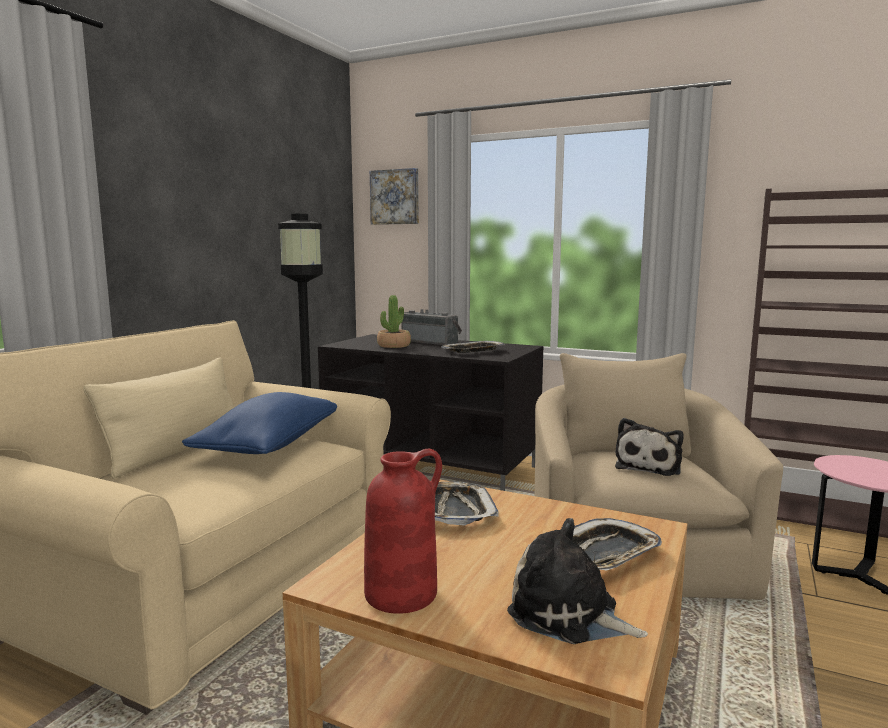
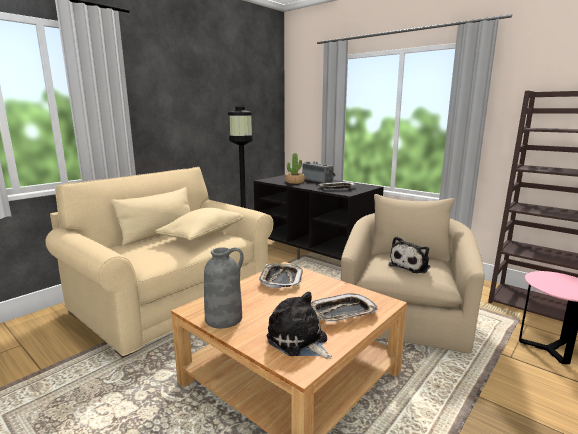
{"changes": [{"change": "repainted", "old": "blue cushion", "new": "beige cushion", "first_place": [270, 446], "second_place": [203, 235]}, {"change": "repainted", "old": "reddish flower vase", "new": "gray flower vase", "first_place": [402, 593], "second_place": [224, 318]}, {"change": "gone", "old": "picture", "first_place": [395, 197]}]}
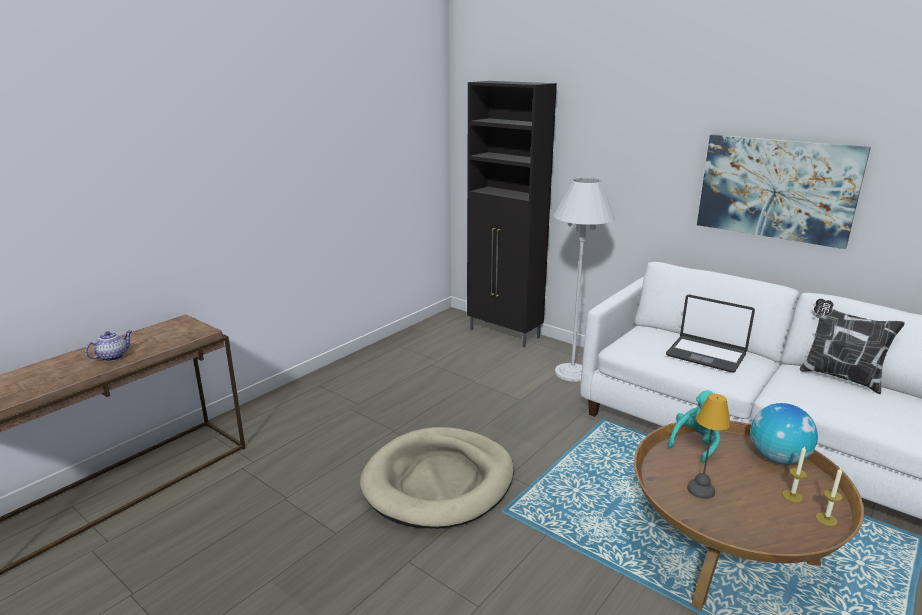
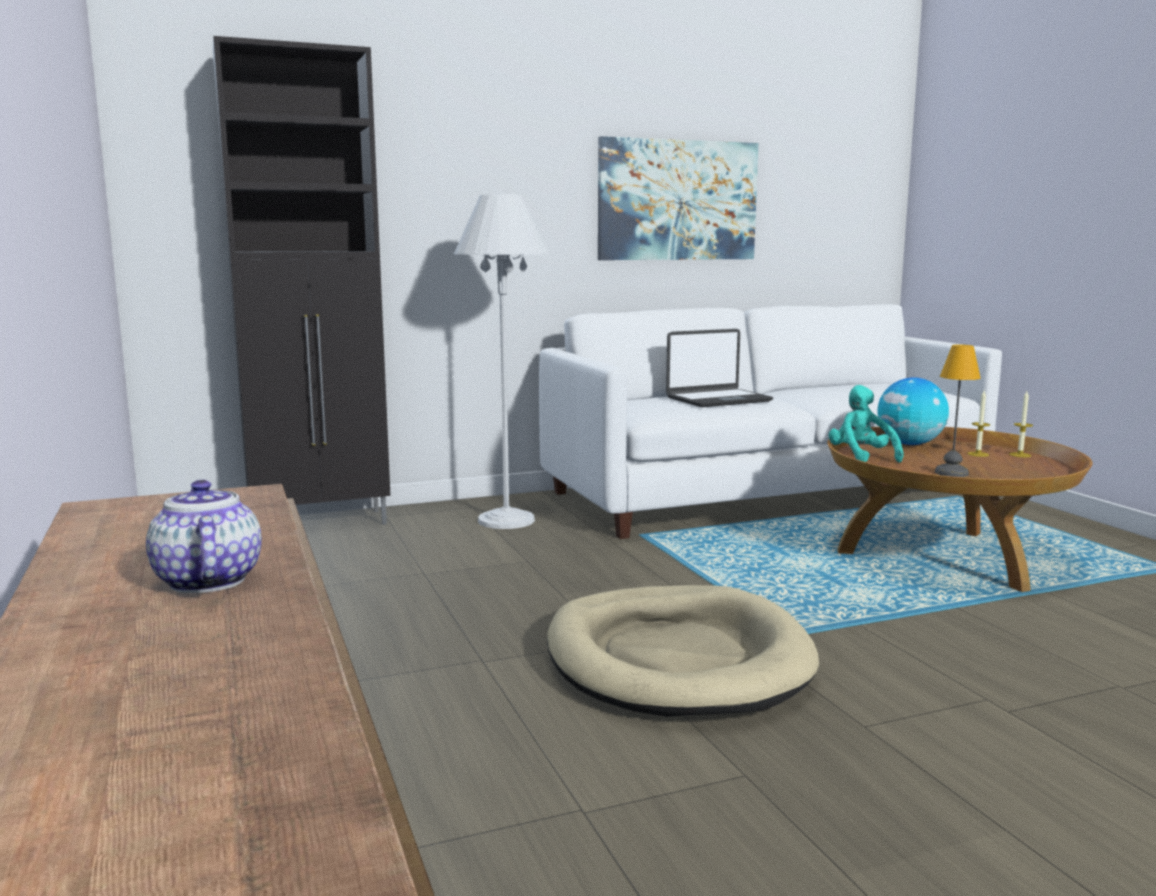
{"changes": [{"change": "gone", "old": "cushion", "first_place": [839, 377]}]}
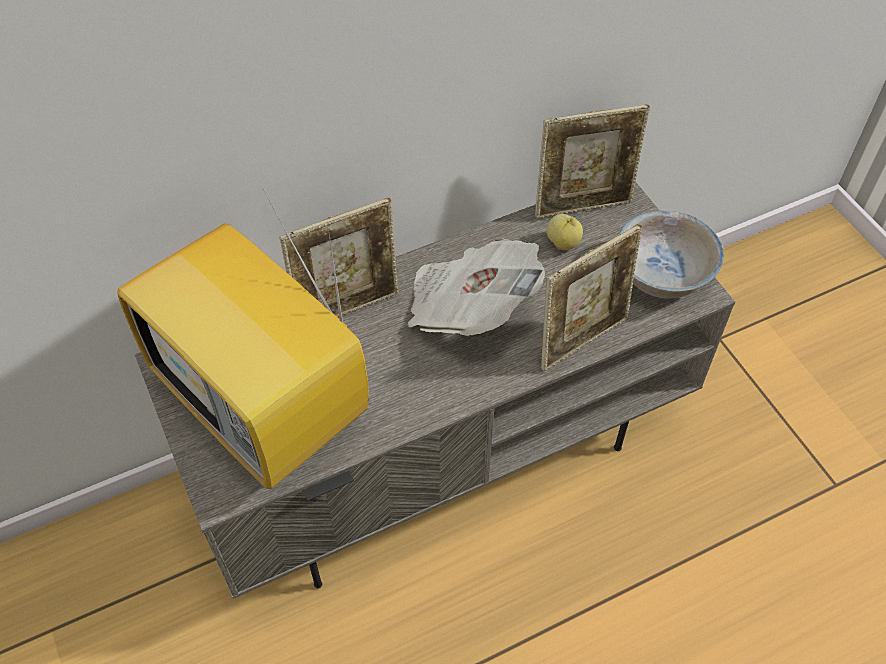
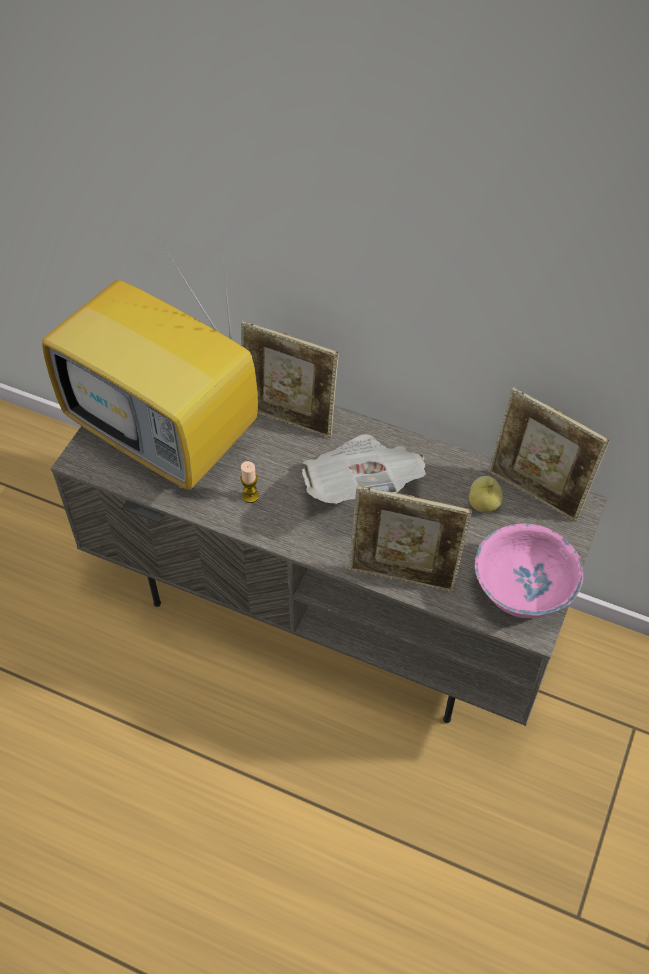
{"changes": [{"change": "rotated", "old": "TV set", "first_place": [268, 407], "second_place": [168, 435], "degrees": -60}, {"change": "repainted", "old": "white-coloured serving bowl", "new": "pink-coloured serving bowl", "first_place": [663, 275], "second_place": [523, 589]}, {"change": "new", "new": "wax candle", "second_place": [250, 496]}]}
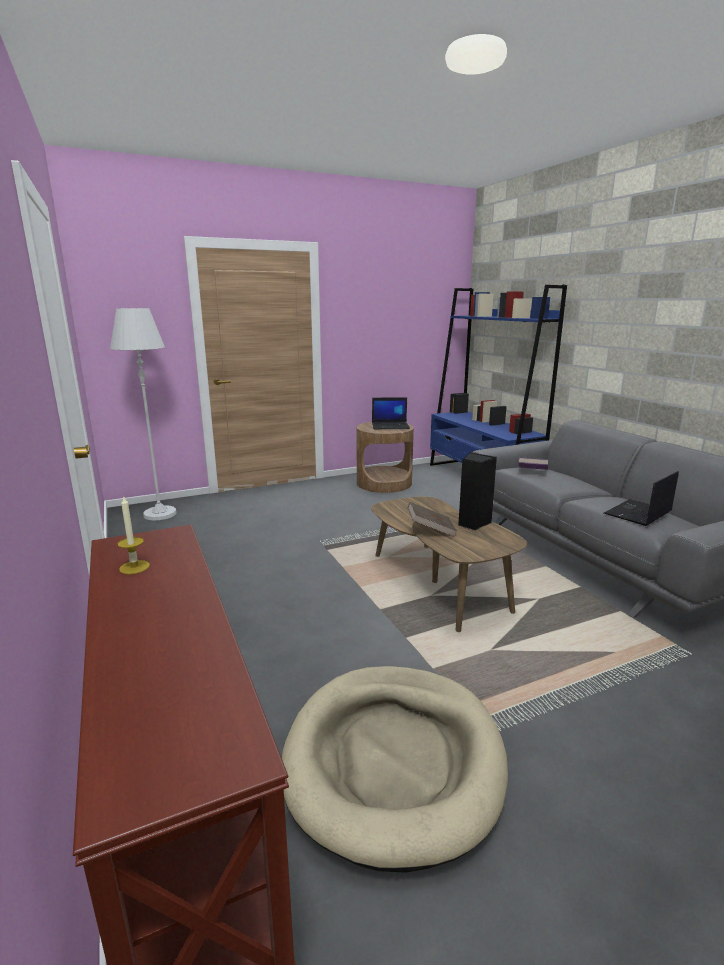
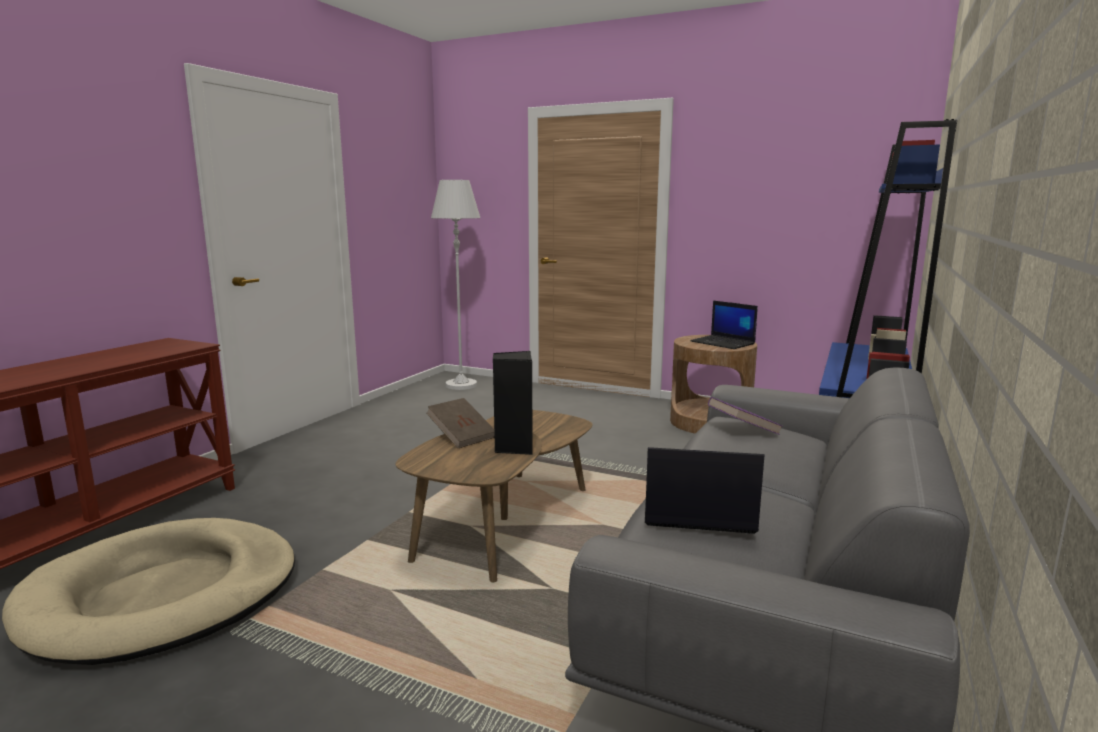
{"changes": [{"change": "gone", "old": "wax candle", "first_place": [134, 567]}]}
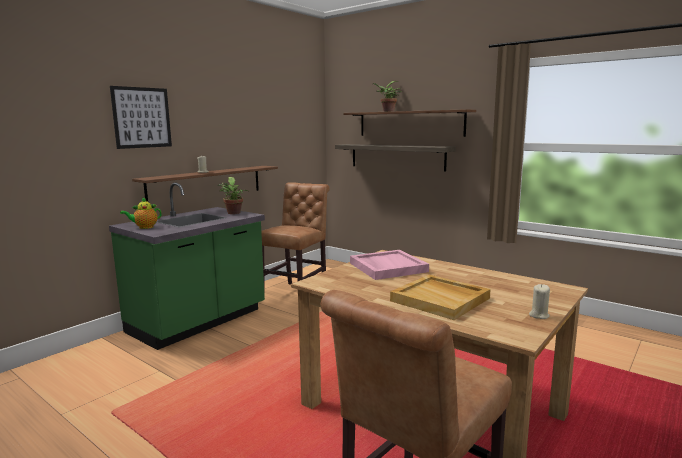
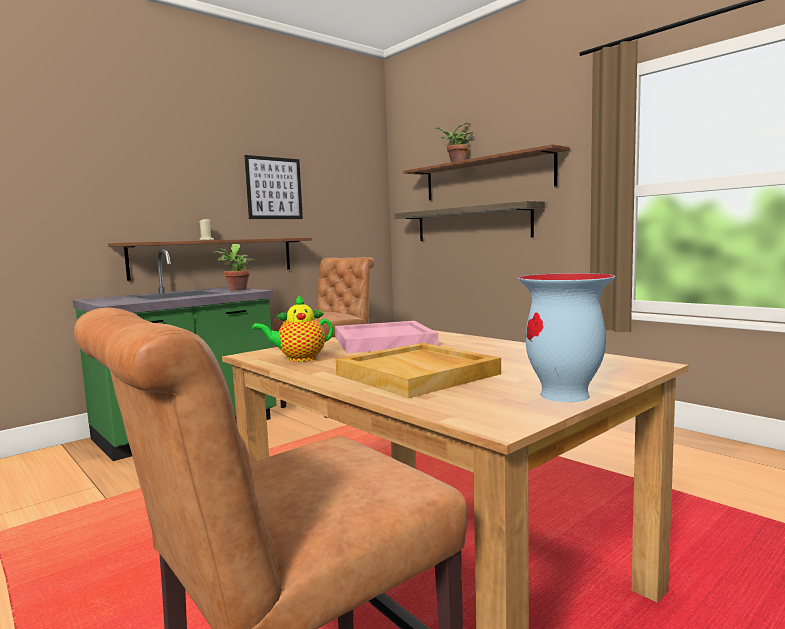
{"changes": [{"change": "shifted", "old": "picture", "first_place": [142, 117], "second_place": [274, 188]}, {"change": "shifted", "old": "tea pot", "first_place": [144, 227], "second_place": [298, 359]}, {"change": "swapped", "old": "beige wax candle", "new": "flower vase", "first_place": [538, 315], "second_place": [566, 395]}]}
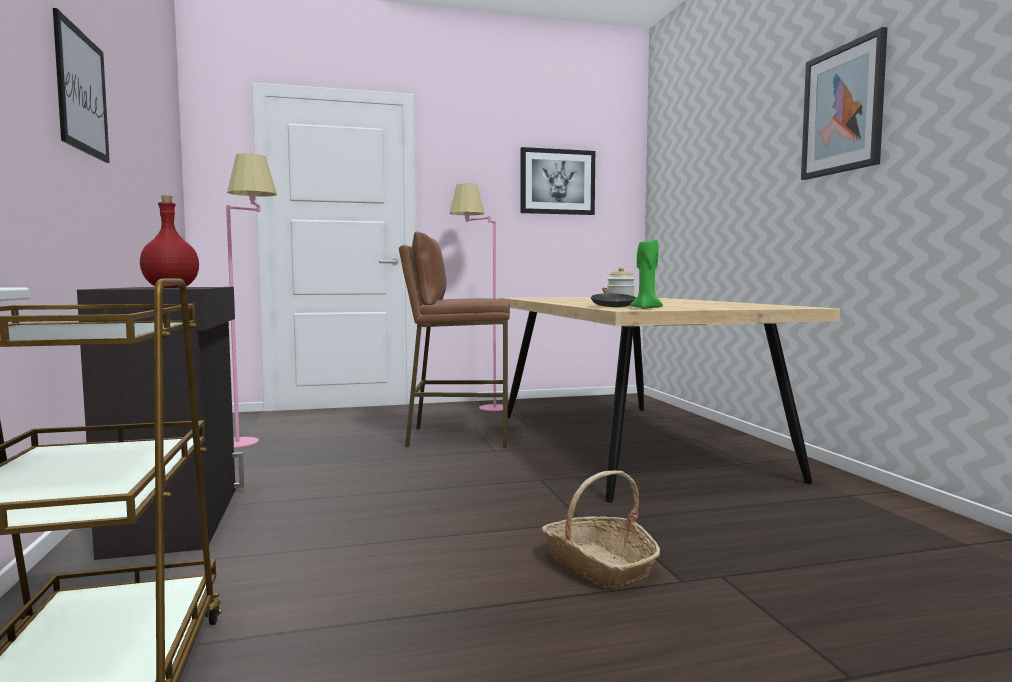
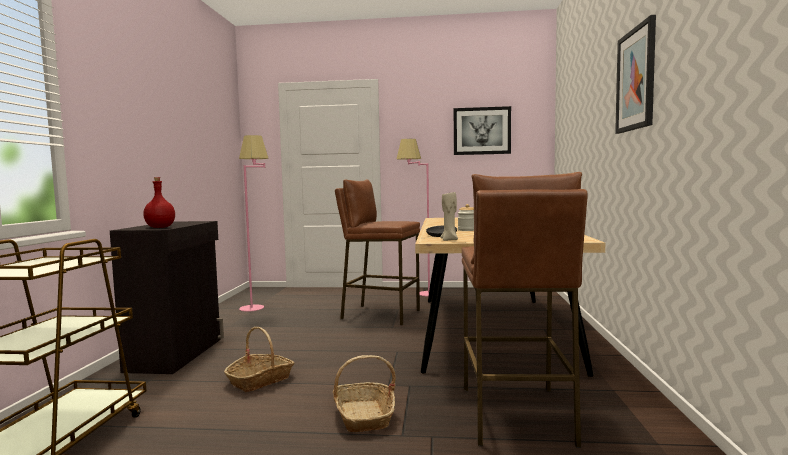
{"changes": [{"change": "gone", "old": "picture", "first_place": [81, 92]}, {"change": "repainted", "old": "greenish wax candle", "new": "beige wax candle", "first_place": [646, 308], "second_place": [449, 240]}, {"change": "new", "new": "storage basket", "second_place": [260, 380]}, {"change": "new", "new": "brown-coloured sitting stool", "second_place": [515, 415]}]}
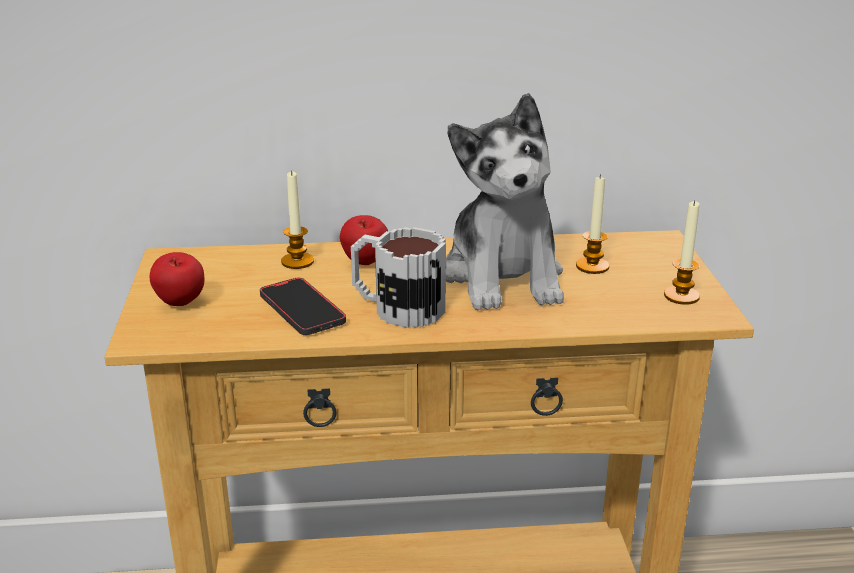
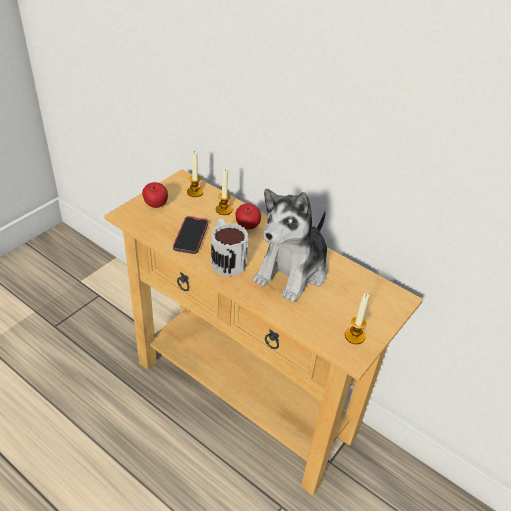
{"changes": [{"change": "shifted", "old": "wax candle", "first_place": [592, 266], "second_place": [195, 192]}]}
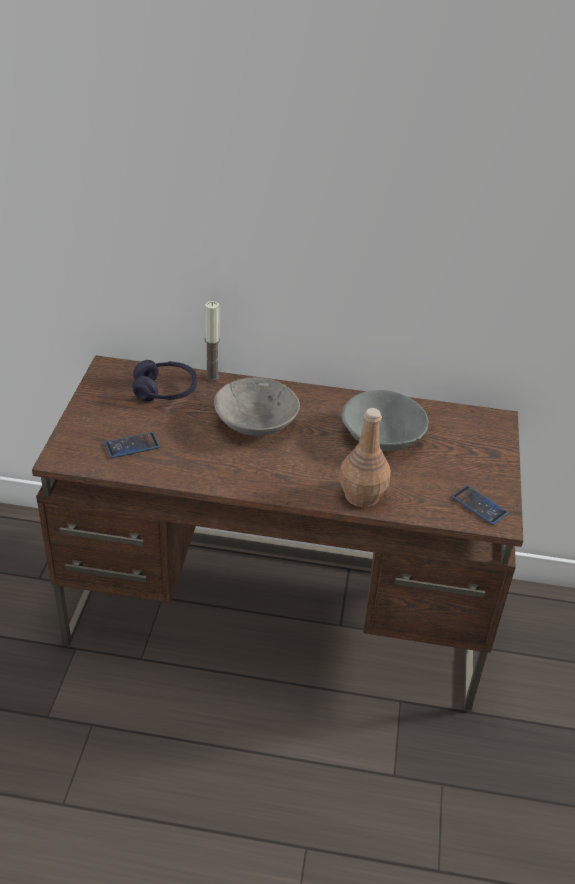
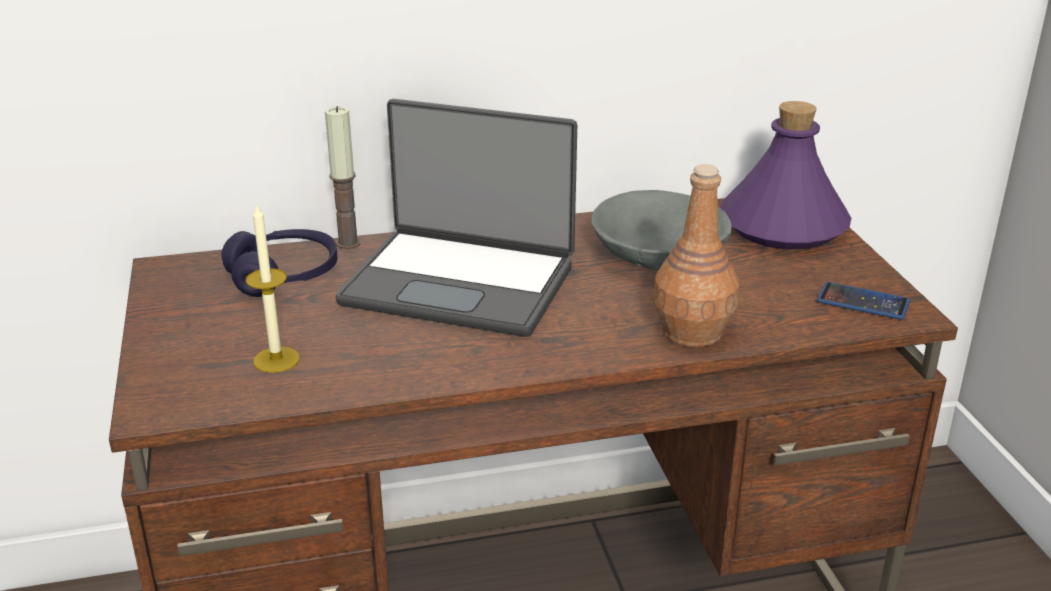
{"changes": [{"change": "swapped", "old": "telephone", "new": "wax candle", "first_place": [132, 446], "second_place": [276, 360]}, {"change": "swapped", "old": "gray serving bowl", "new": "laptop", "first_place": [256, 423], "second_place": [460, 283]}, {"change": "new", "new": "purplish bottle", "second_place": [783, 226]}]}
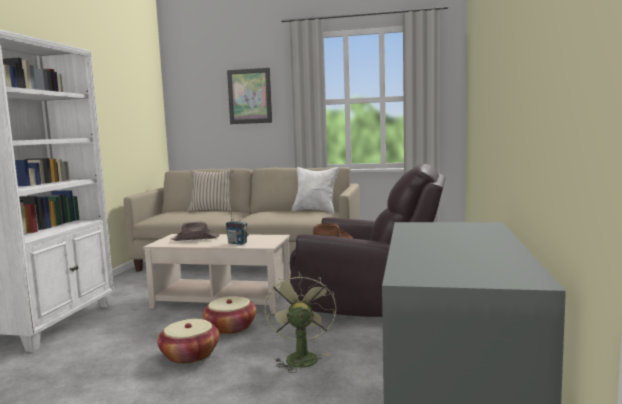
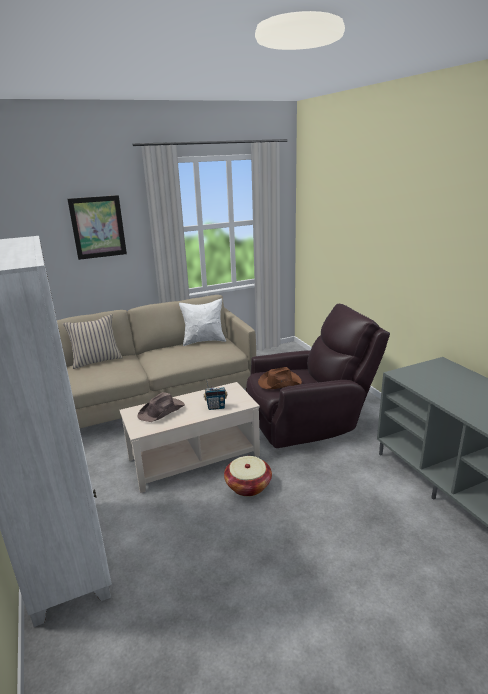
{"changes": [{"change": "gone", "old": "storage basket", "first_place": [190, 355]}, {"change": "gone", "old": "greenish electric fan", "first_place": [300, 357]}]}
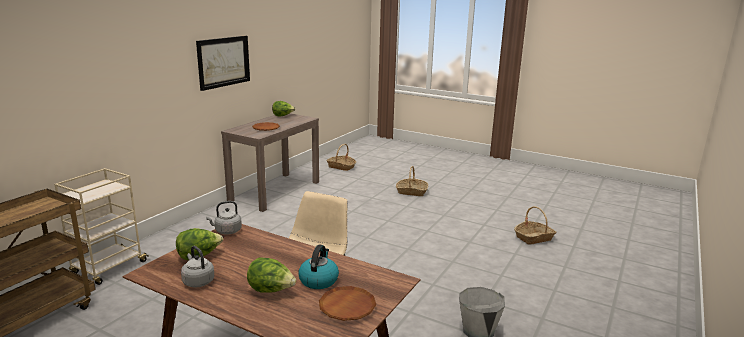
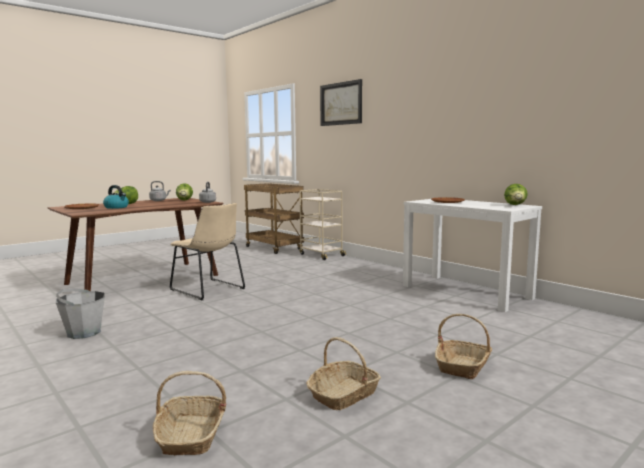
{"changes": [{"change": "shifted", "old": "picture", "first_place": [223, 62], "second_place": [341, 103]}, {"change": "repainted", "old": "brown-coloured console table", "new": "white-coloured console table", "first_place": [275, 191], "second_place": [466, 292]}, {"change": "shifted", "old": "storage basket", "first_place": [341, 167], "second_place": [344, 394]}]}
